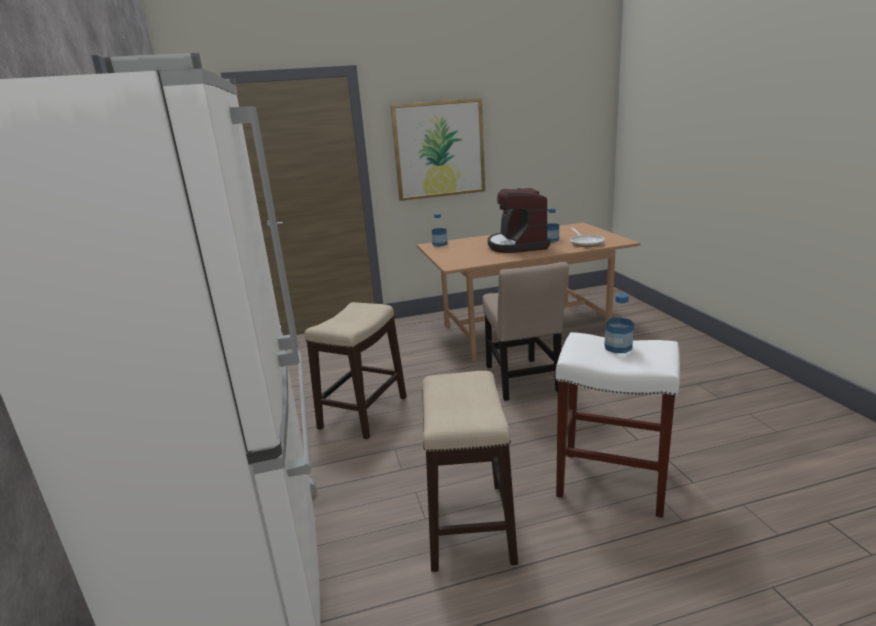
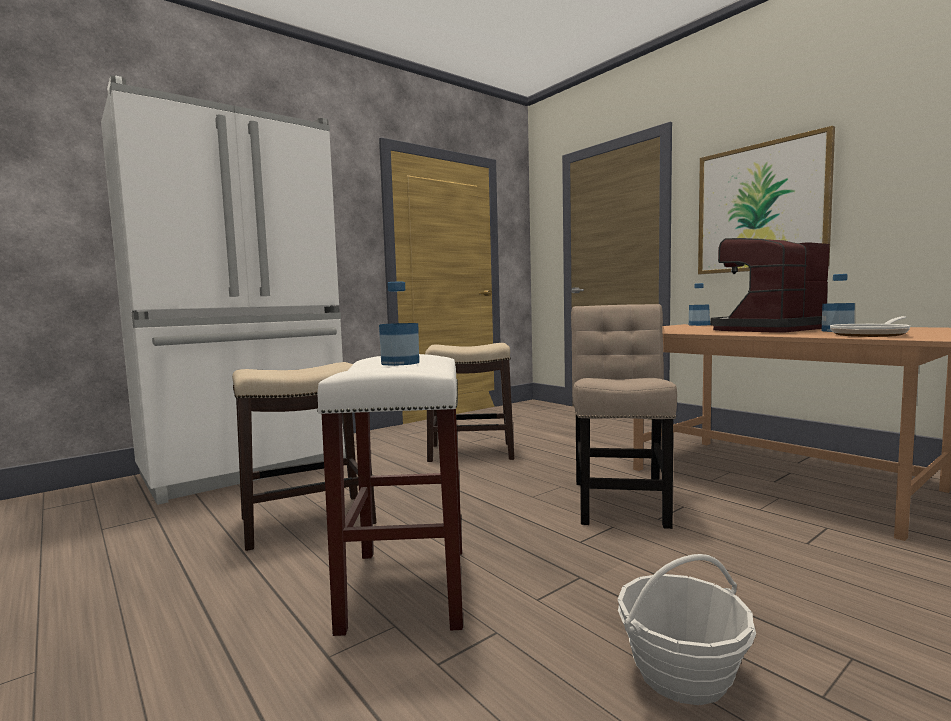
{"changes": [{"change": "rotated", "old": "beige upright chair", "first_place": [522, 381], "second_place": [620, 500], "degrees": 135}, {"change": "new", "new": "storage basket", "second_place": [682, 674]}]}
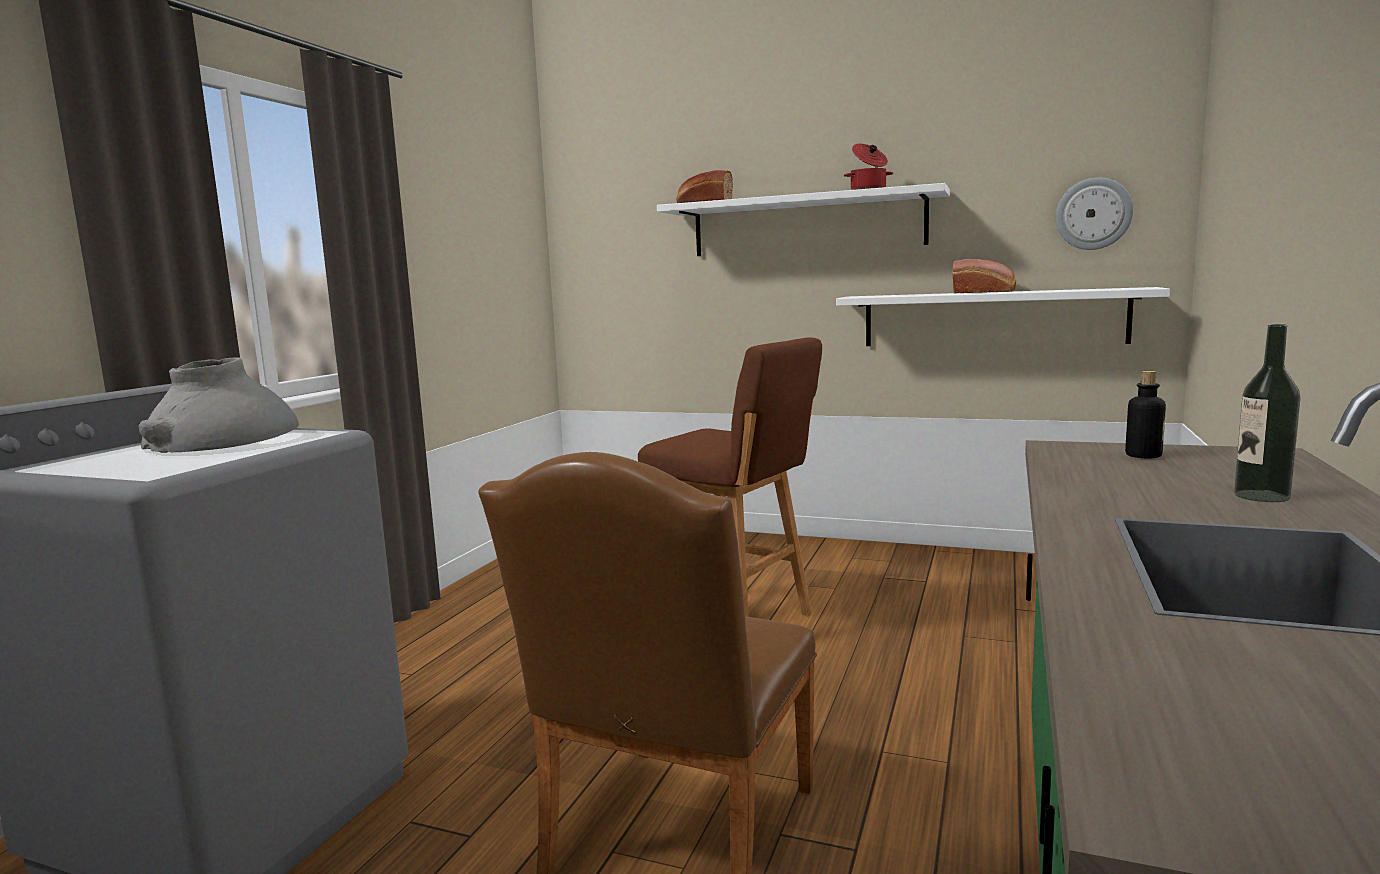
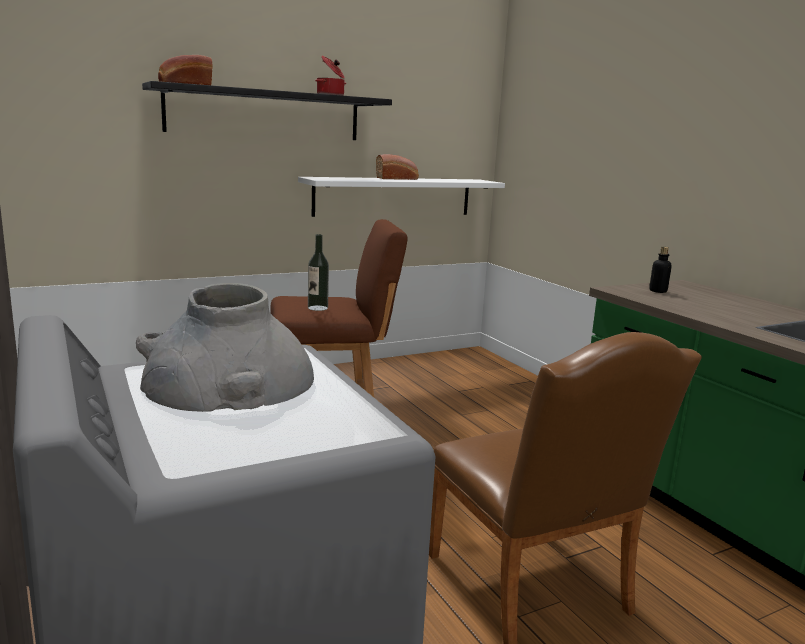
{"changes": [{"change": "repainted", "old": "white-coloured bracket shelf", "new": "black bracket shelf", "first_place": [806, 225], "second_place": [265, 114]}, {"change": "gone", "old": "hanging clock", "first_place": [1093, 214]}, {"change": "shifted", "old": "bottle", "first_place": [1261, 496], "second_place": [317, 308]}]}
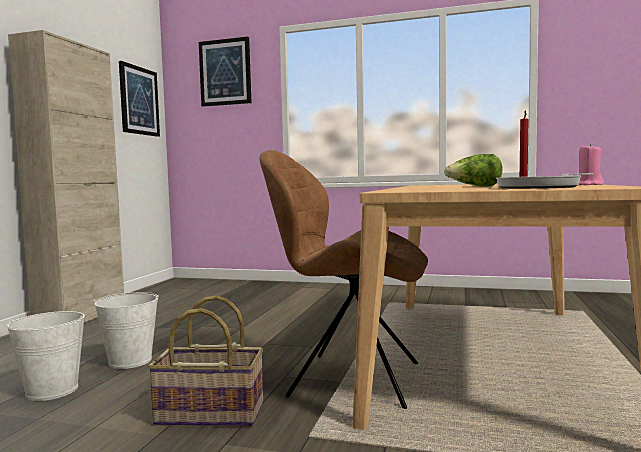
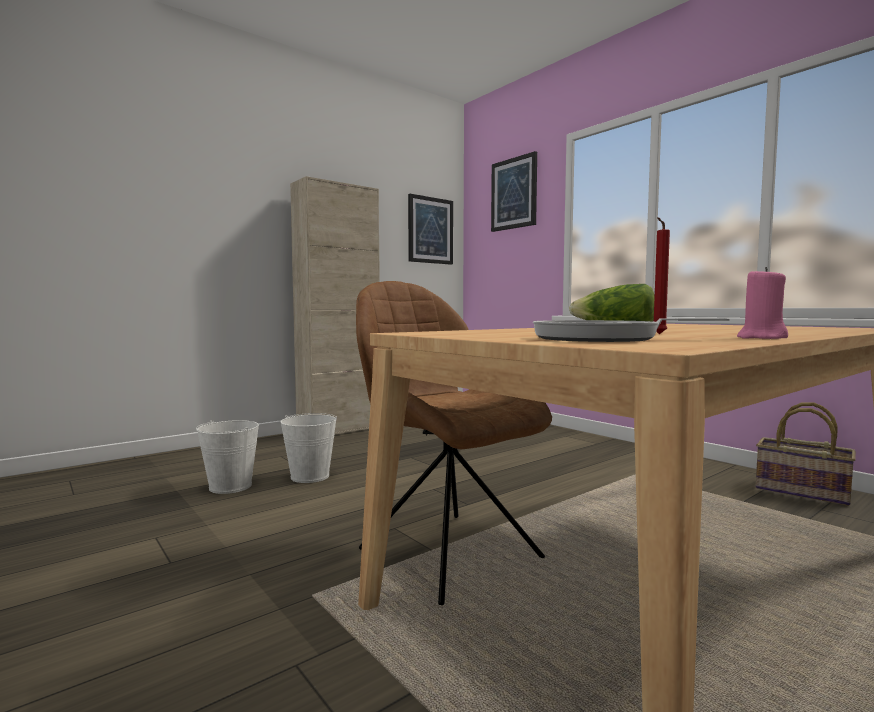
{"changes": [{"change": "shifted", "old": "storage basket", "first_place": [209, 414], "second_place": [801, 491]}]}
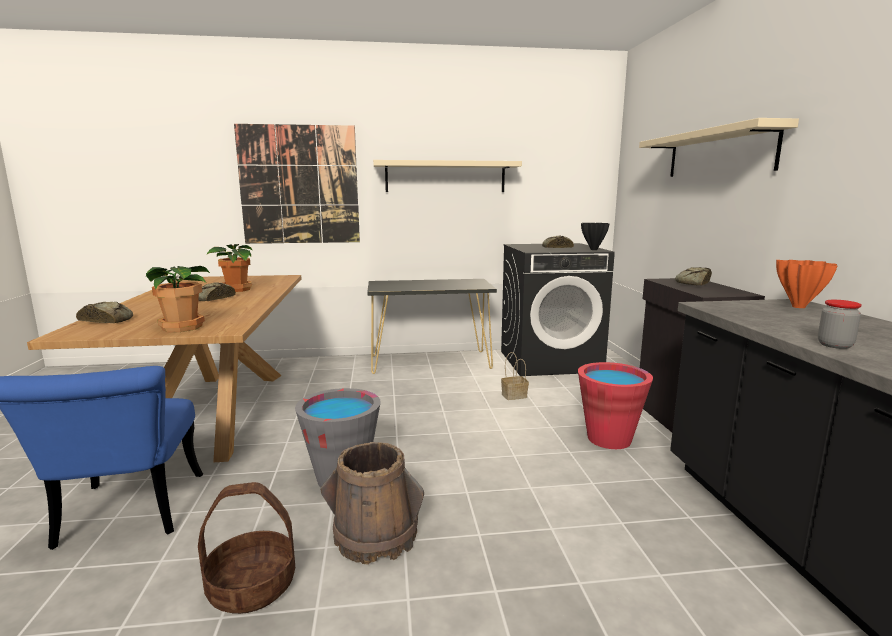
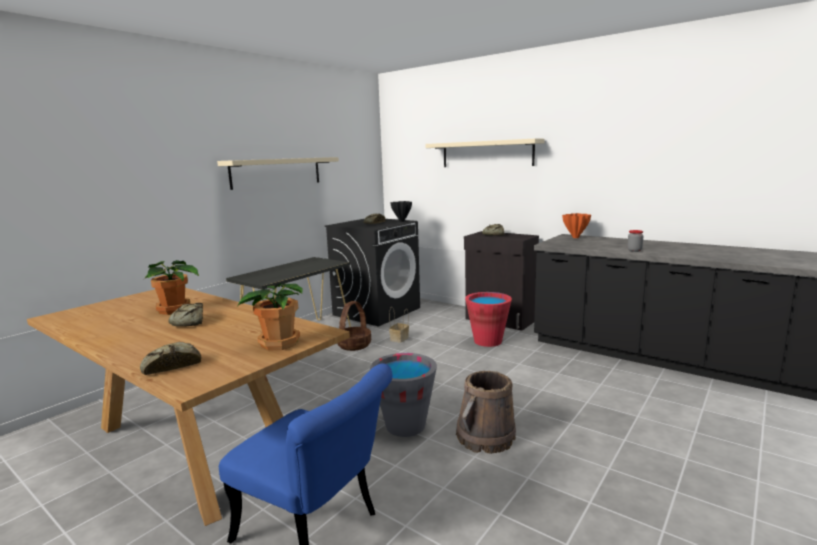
{"changes": [{"change": "shifted", "old": "storage basket", "first_place": [251, 587], "second_place": [354, 345]}, {"change": "gone", "old": "picture", "first_place": [299, 185]}]}
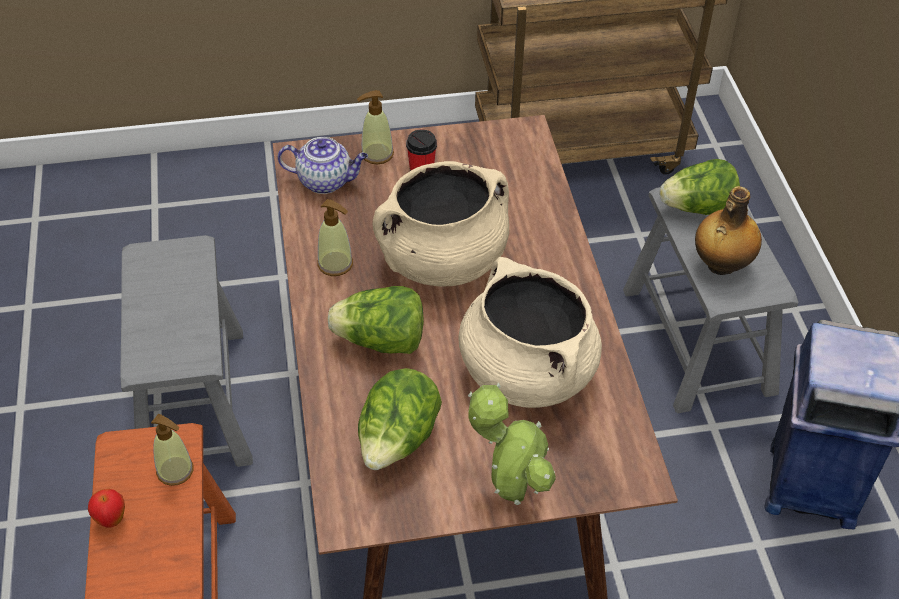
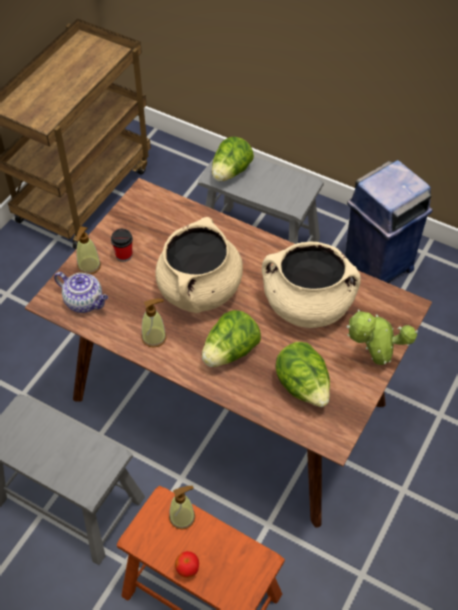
{"changes": [{"change": "rotated", "old": "tea pot", "first_place": [326, 181], "second_place": [85, 302], "degrees": 75}, {"change": "gone", "old": "bottle", "first_place": [720, 265]}]}
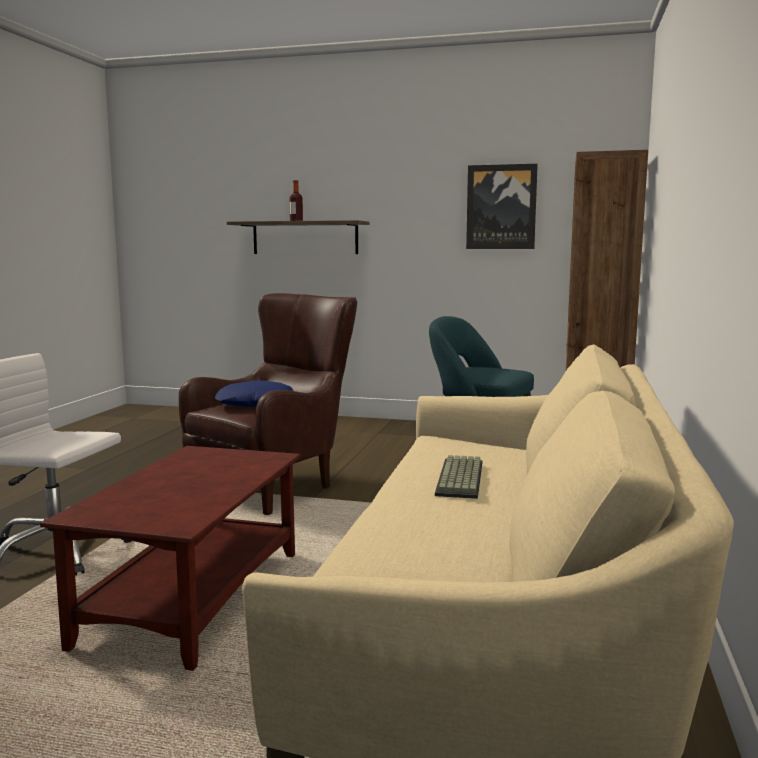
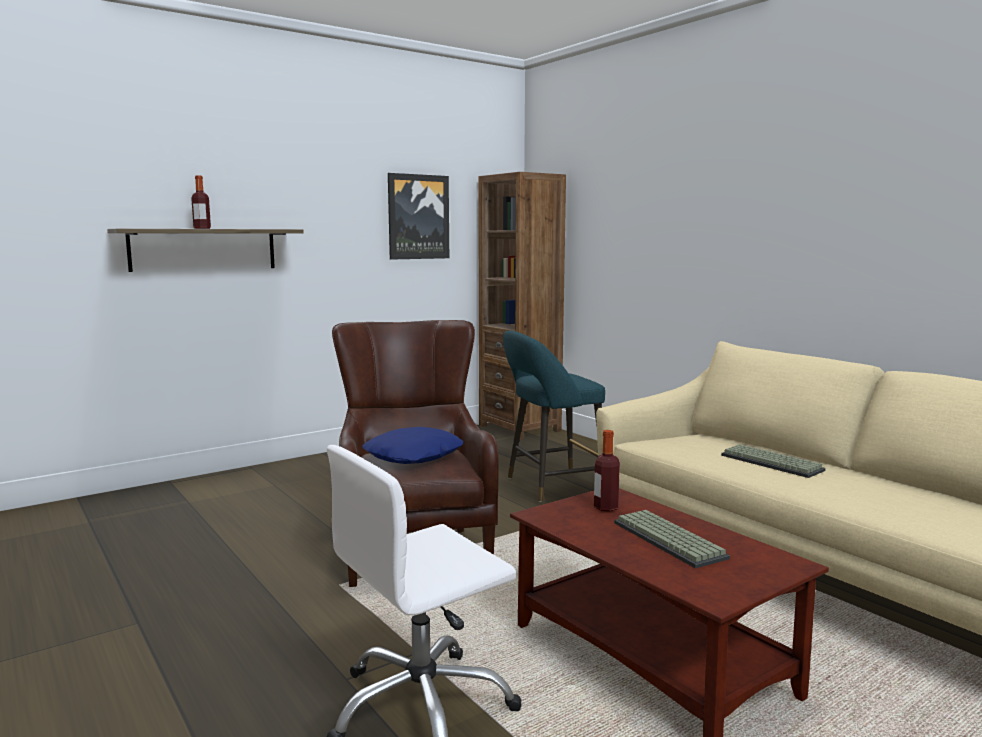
{"changes": [{"change": "new", "new": "bottle", "second_place": [606, 507]}, {"change": "new", "new": "PC keyboard", "second_place": [671, 540]}]}
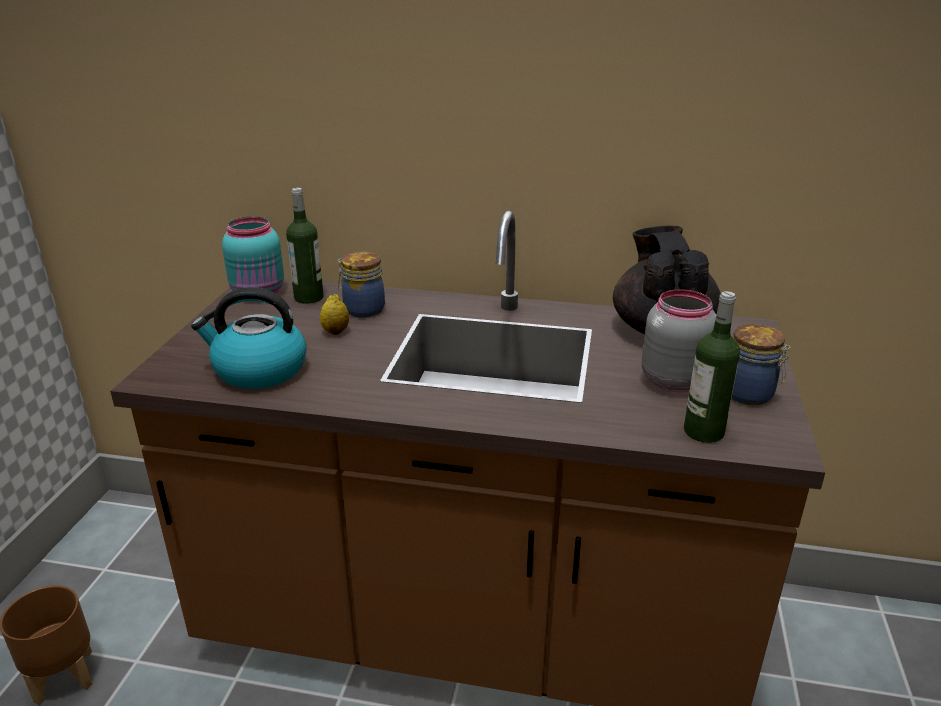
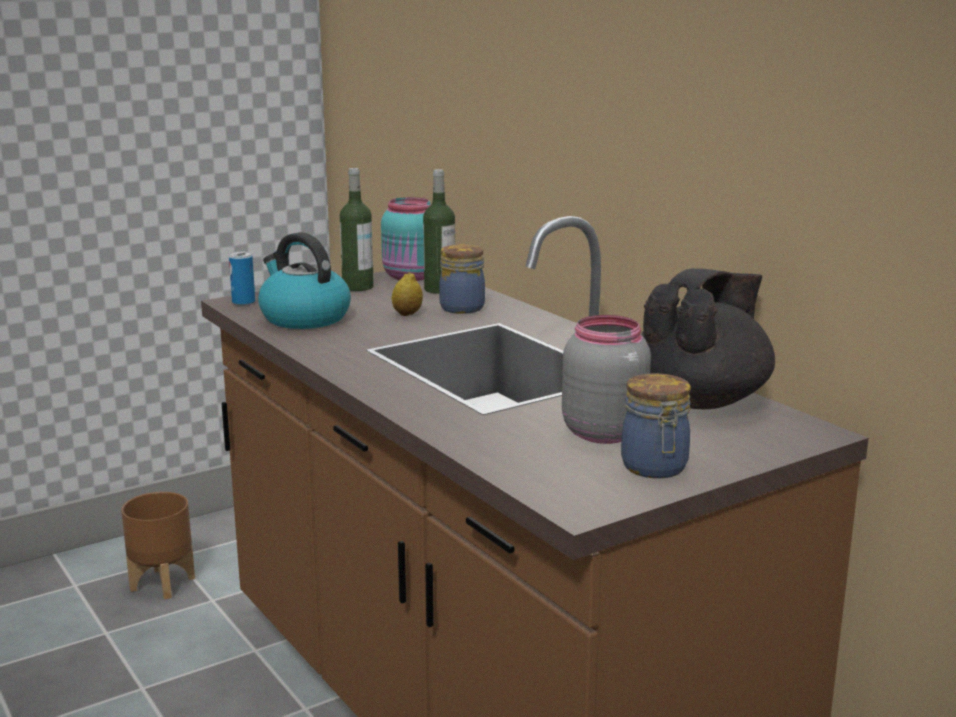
{"changes": [{"change": "shifted", "old": "bottle", "first_place": [703, 431], "second_place": [358, 287]}, {"change": "new", "new": "metal can", "second_place": [243, 302]}]}
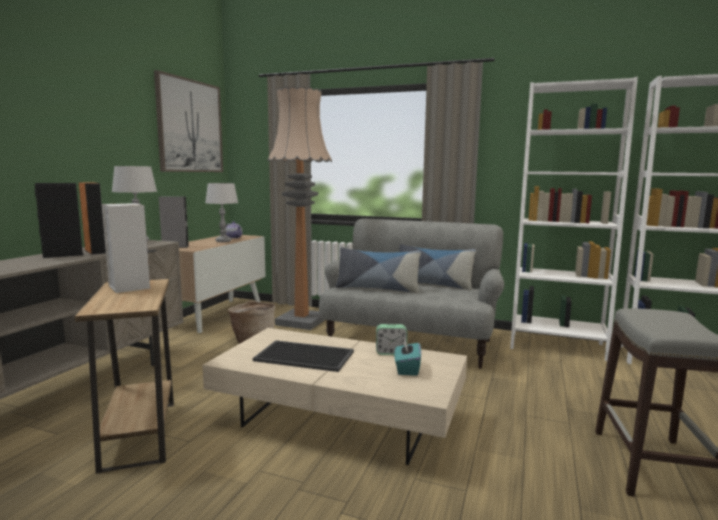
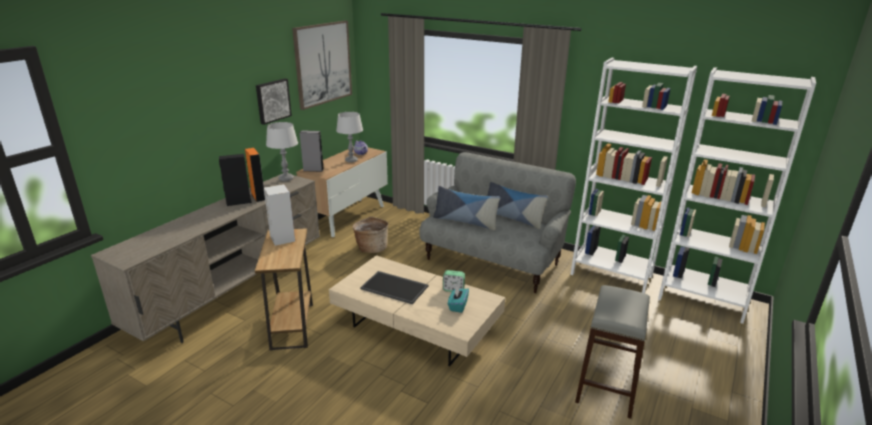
{"changes": [{"change": "gone", "old": "standard lamp", "first_place": [301, 321]}, {"change": "new", "new": "picture", "second_place": [272, 100]}]}
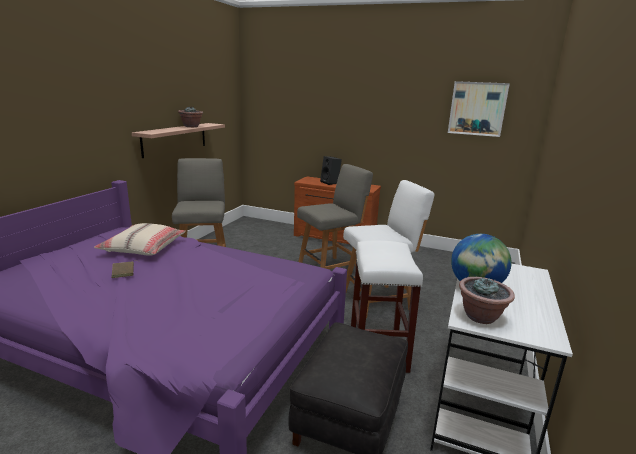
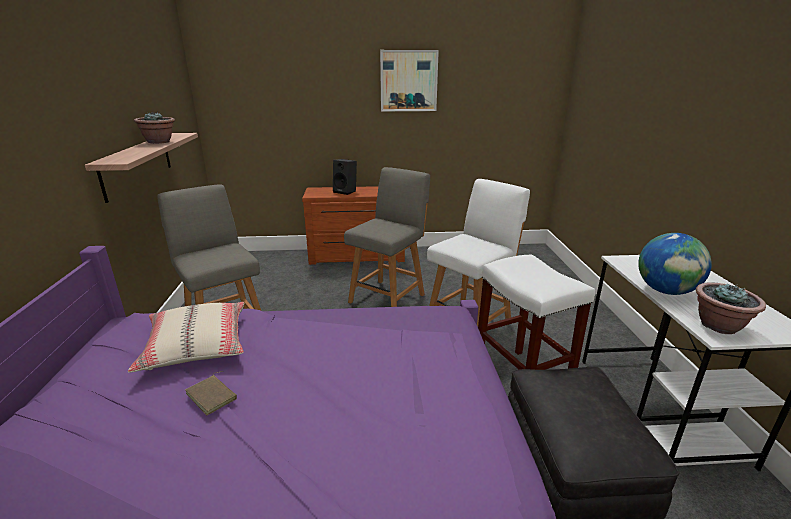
{"changes": [{"change": "shifted", "old": "picture", "first_place": [477, 108], "second_place": [408, 81]}]}
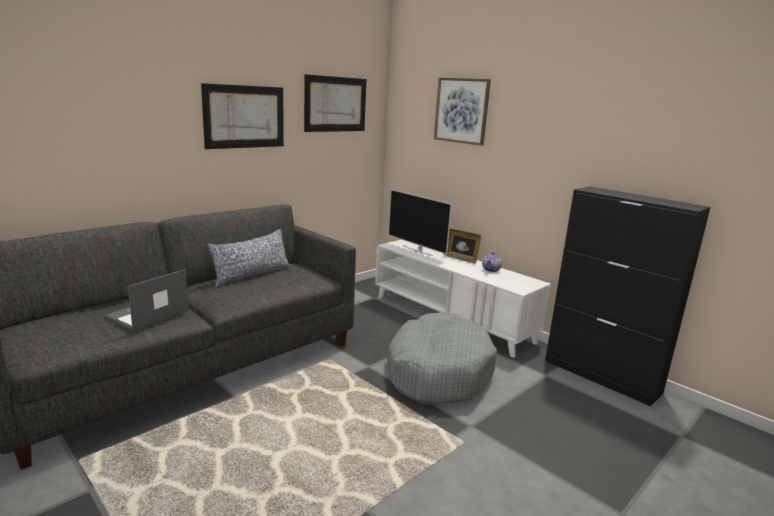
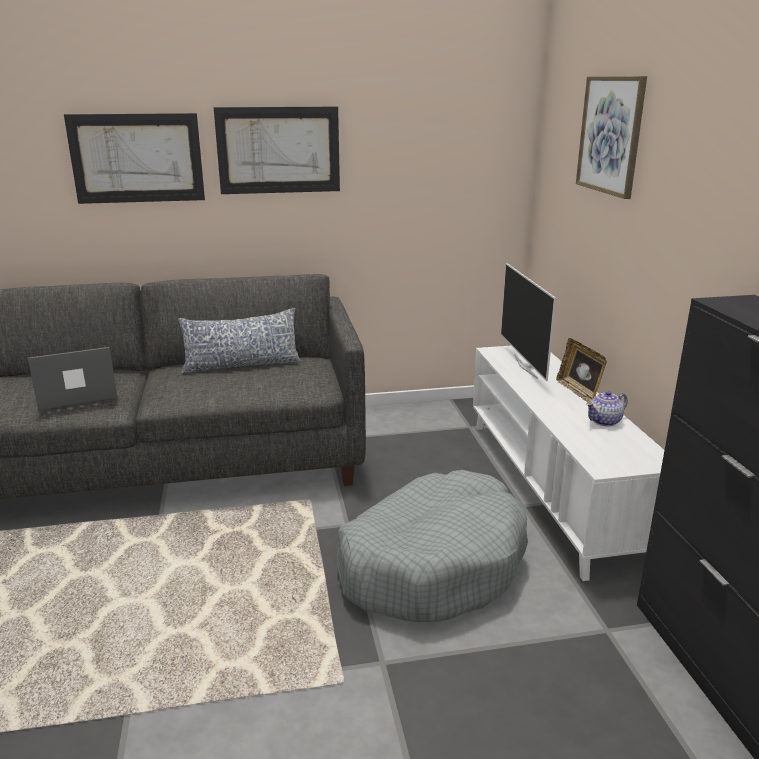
{"changes": [{"change": "shifted", "old": "picture", "first_place": [335, 104], "second_place": [137, 158]}]}
